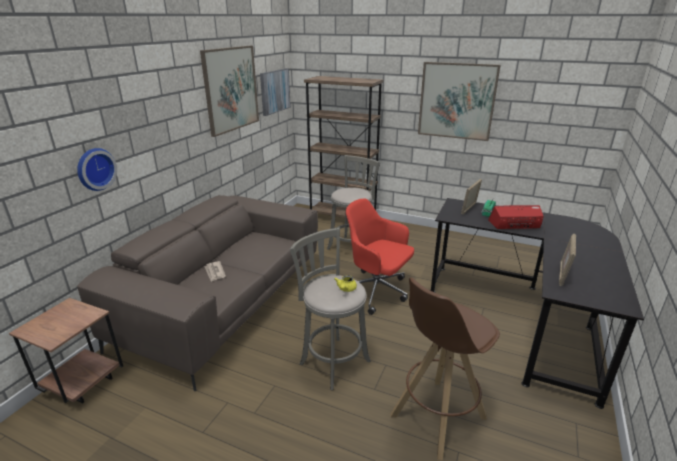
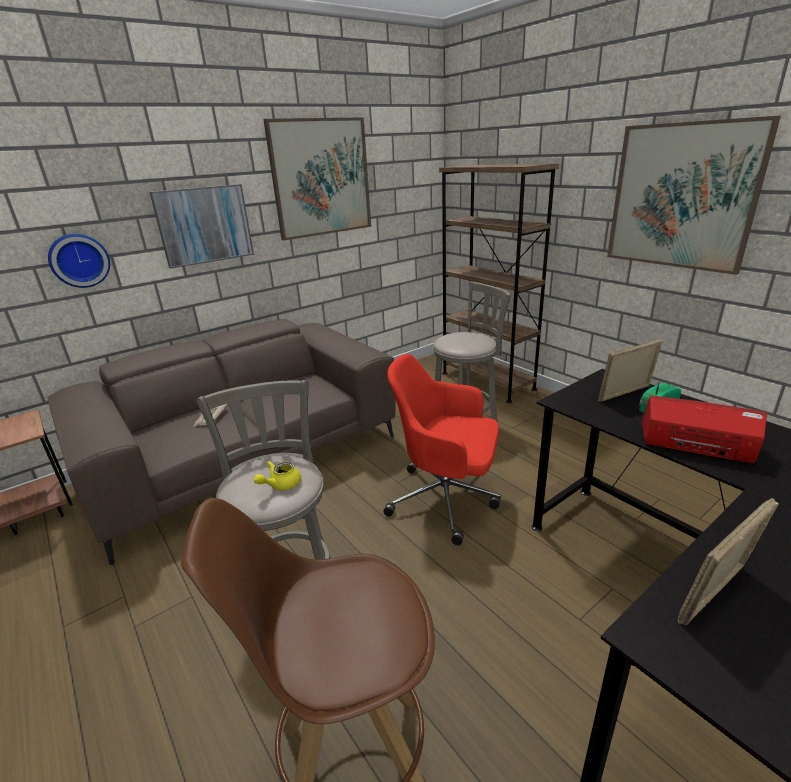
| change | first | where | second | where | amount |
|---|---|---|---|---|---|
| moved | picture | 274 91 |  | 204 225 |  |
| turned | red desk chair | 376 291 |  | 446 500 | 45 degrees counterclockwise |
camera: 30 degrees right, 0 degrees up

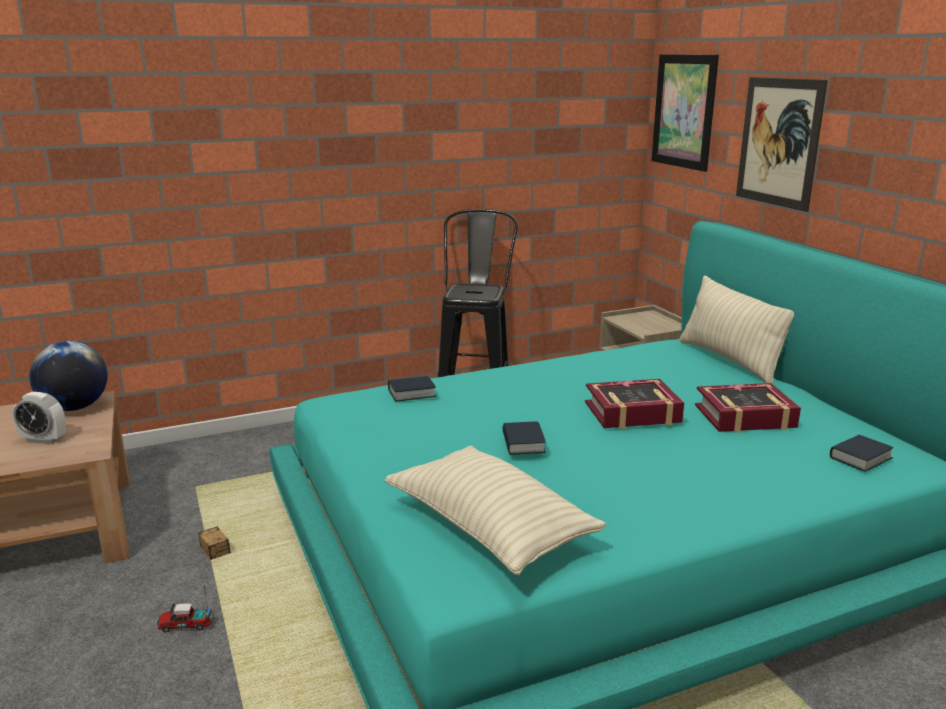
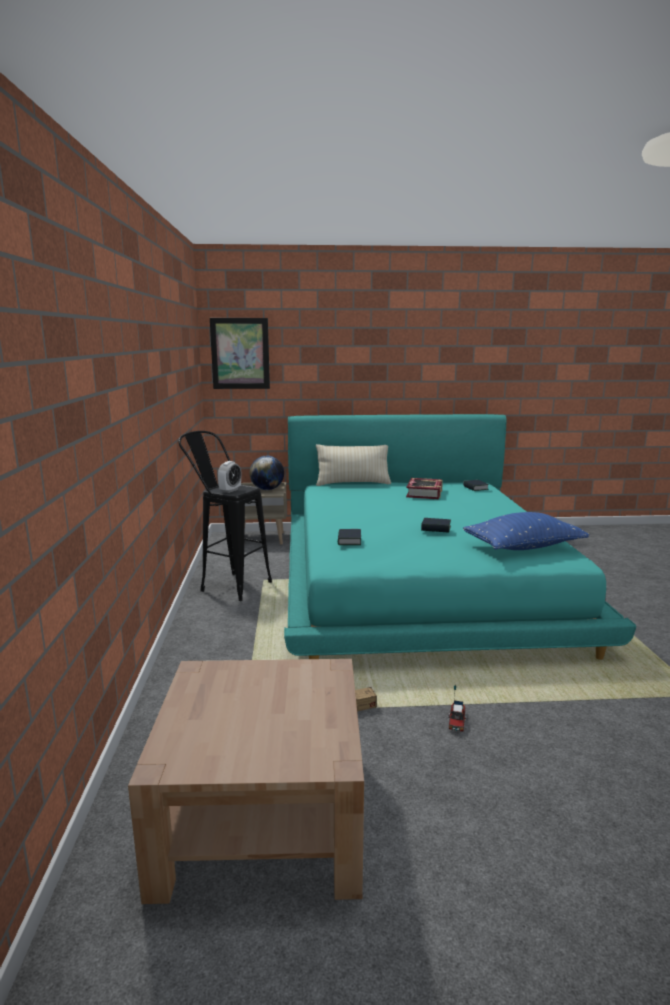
| change | first | where | second | where | amount |
|---|---|---|---|---|---|
| moved | bedside clock | 43 439 |  | 230 490 |  |
| moved | world globe | 75 407 |  | 267 489 |  |
| recoloured | beige pillow | 489 528 | bluish pillow | 523 547 |  |
| removed | book | 632 413 |  |  |  |
| removed | picture | 779 142 |  |  |  |
camera: 70 degrees left, 5 degrees down

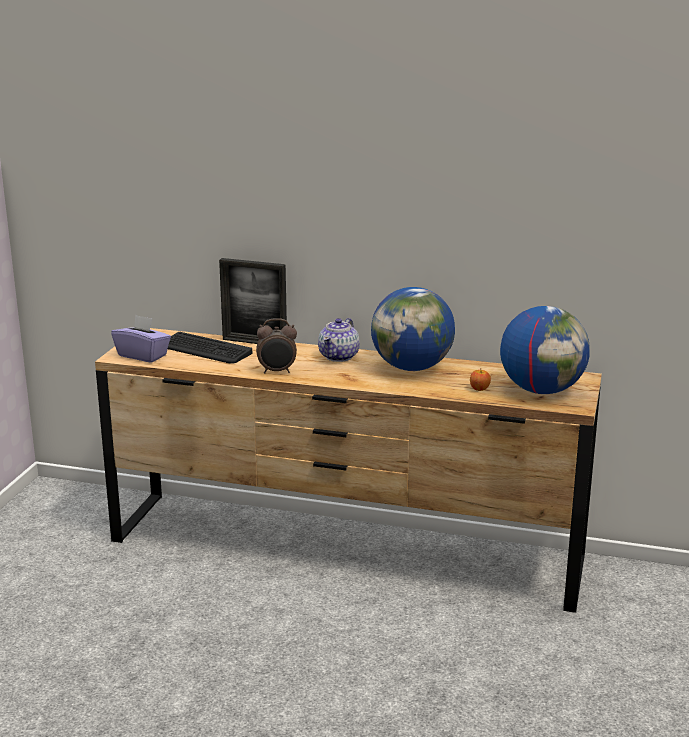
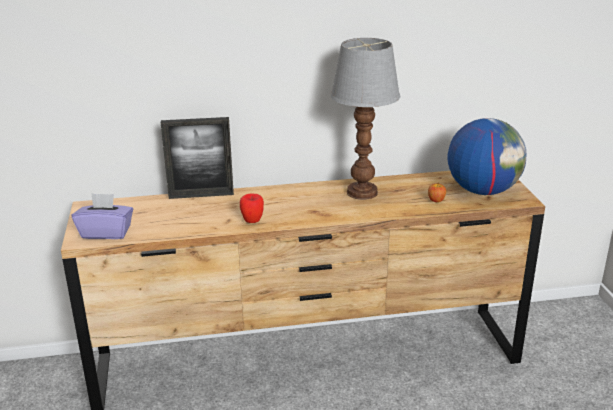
| change | first | where | second | where | amount |
|---|---|---|---|---|---|
| replaced | bedside clock | 277 371 | apple | 252 221 |  |
| replaced | world globe | 412 368 | tabletop lamp | 362 192 |  |
| removed | keyboard | 205 350 |  |  |  |
| removed | pot for tea | 339 356 |  |  |  |
camera: 25 degrees left, 5 degrees up

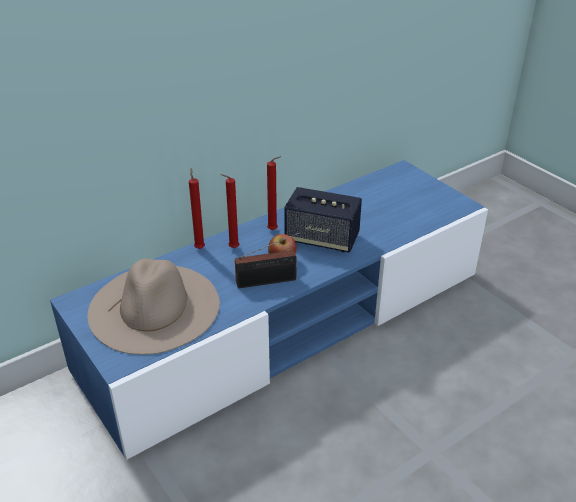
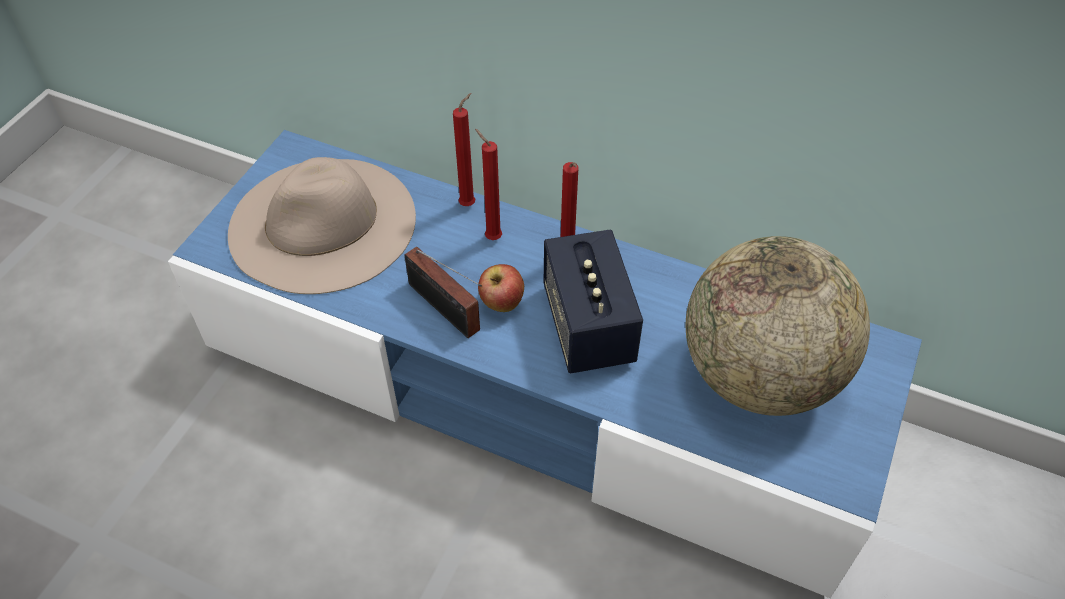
| change | first | where | second | where | amount |
|---|---|---|---|---|---|
| added |  |  | world globe | 759 375 |  |
camera: 60 degrees right, 15 degrees up

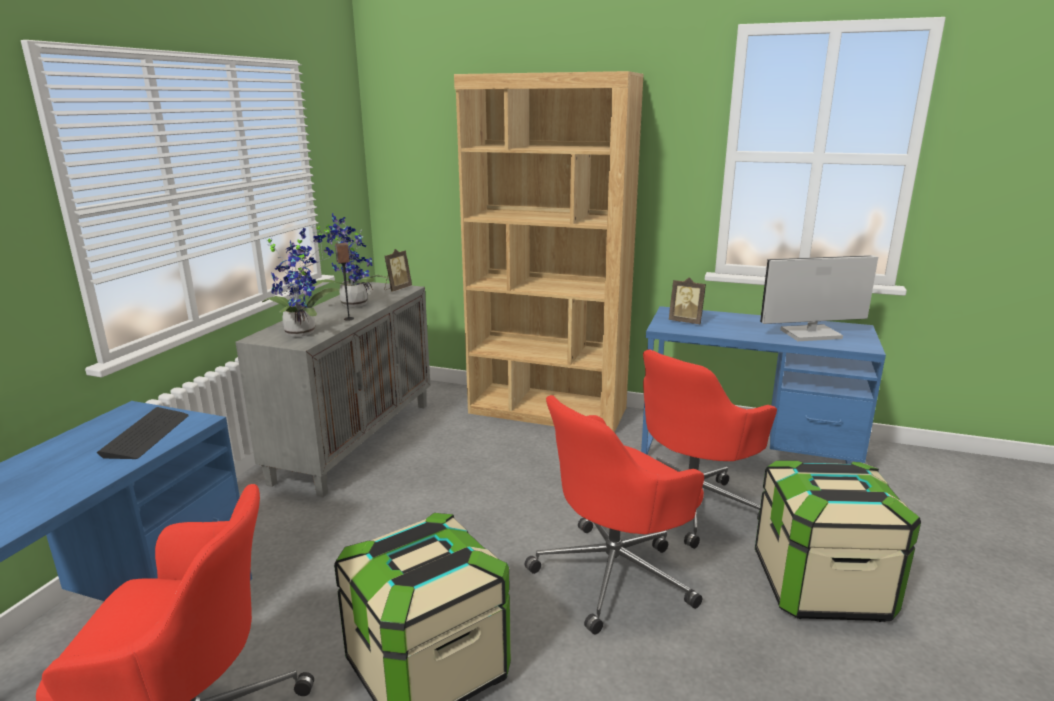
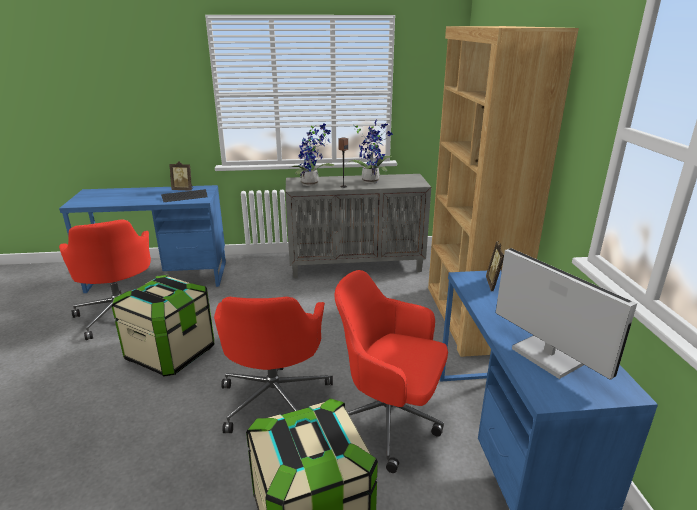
| change | first | where | second | where | amount |
|---|---|---|---|---|---|
| moved | photo frame | 397 289 |  | 183 190 |  |
| turned | red desk chair | 615 574 |  | 275 398 | 120 degrees counterclockwise |
camera: 65 degrees right, 5 degrees up

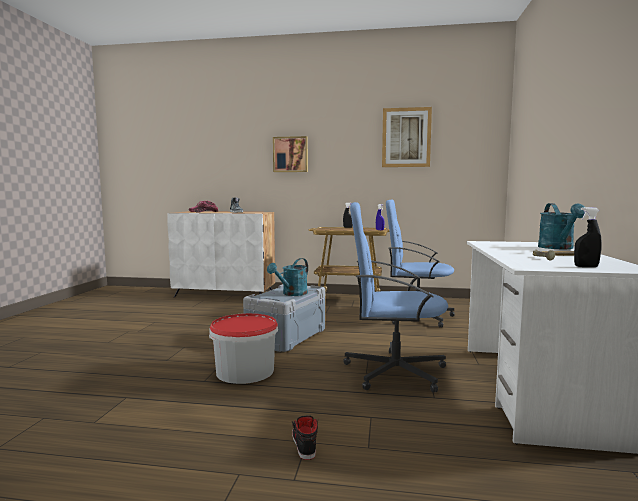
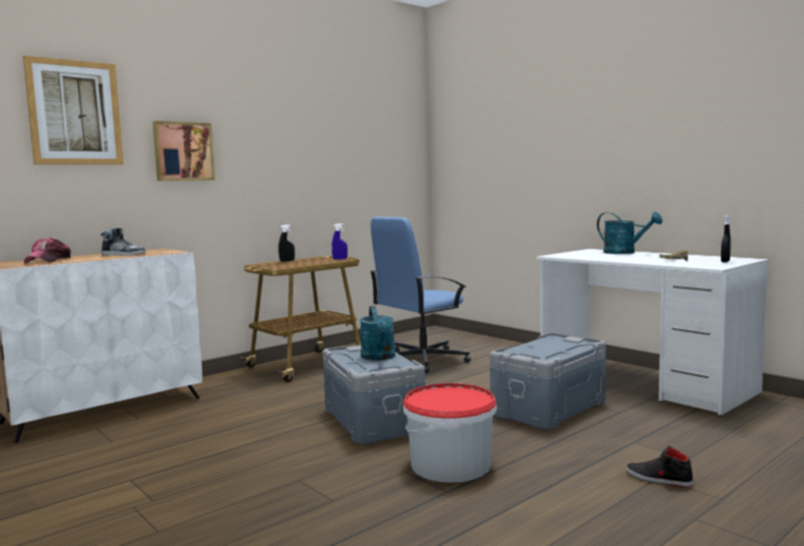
| change | first | where | second | where | amount |
|---|---|---|---|---|---|
| moved | picture | 406 137 |  | 75 113 |  |
| replaced | bluish desk chair | 393 371 | greyish storage box | 548 408 |  |
camera: 50 degrees left, 0 degrees up

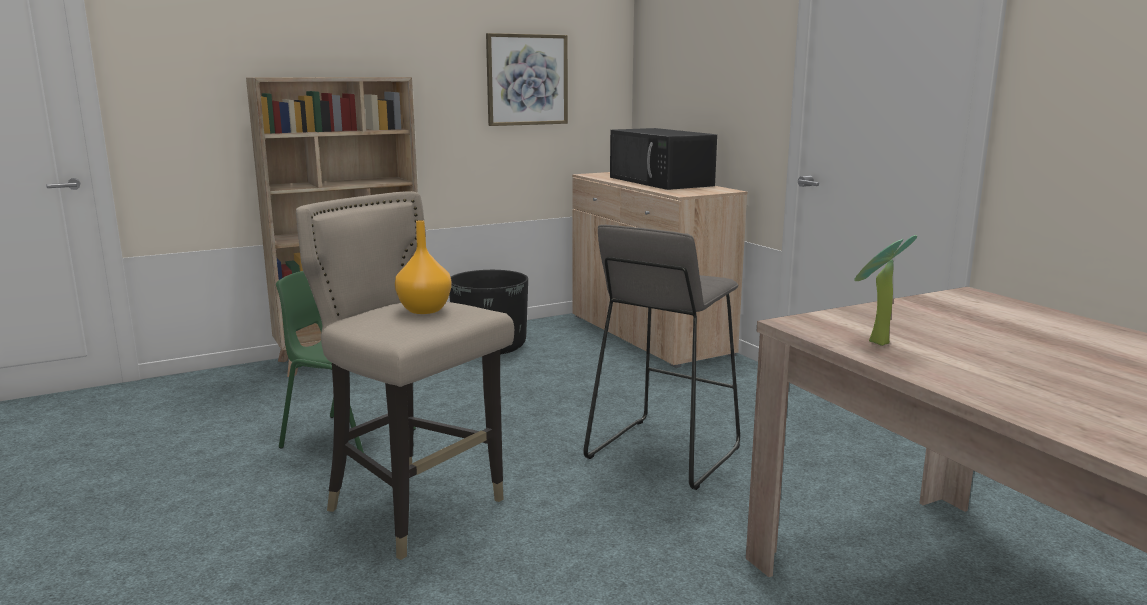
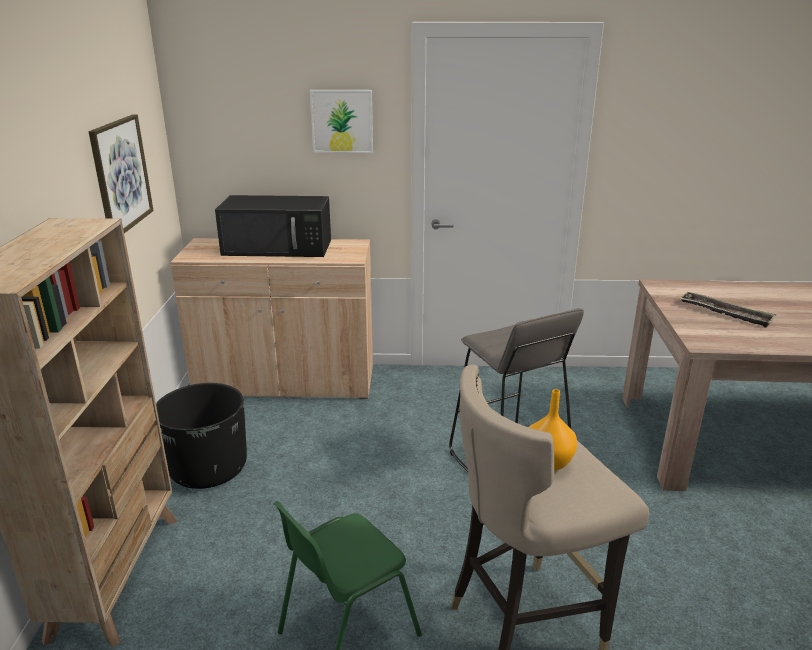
| change | first | where | second | where | amount |
|---|---|---|---|---|---|
| added |  |  | picture | 342 121 |  |
| added |  |  | serving tray | 725 313 |  |
| removed | houseplant | 874 343 |  |  |  |
camera: 60 degrees left, 10 degrees up

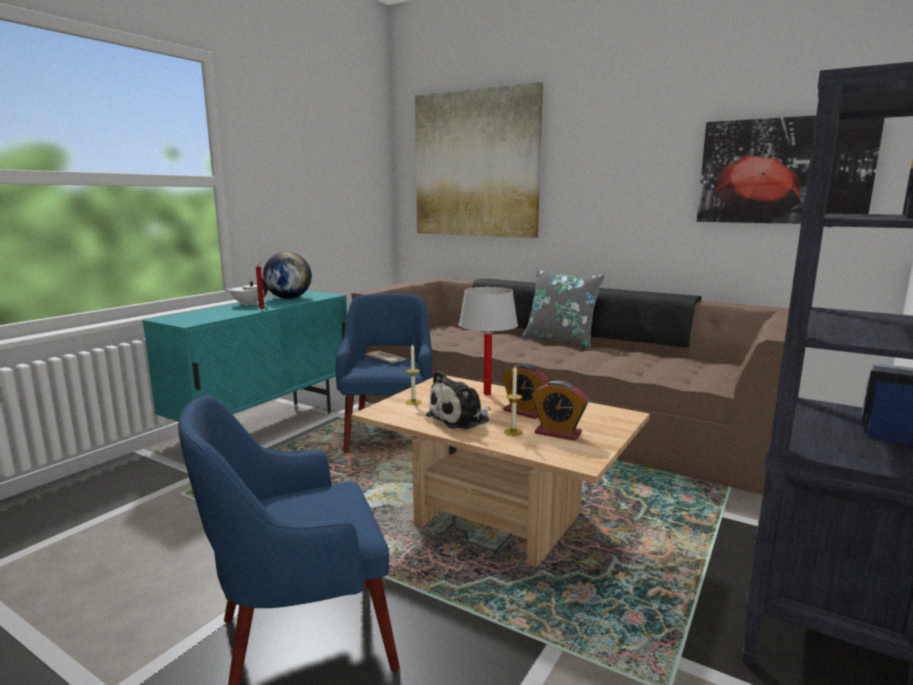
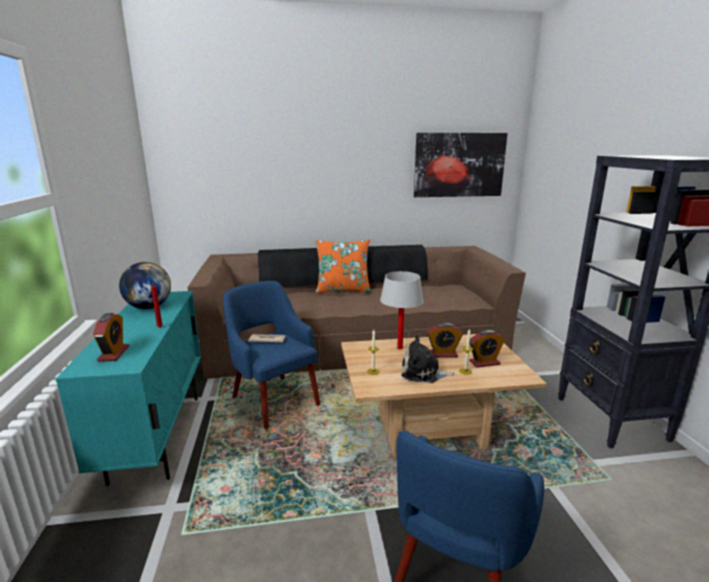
| change | first | where | second | where | amount |
|---|---|---|---|---|---|
| added |  |  | bedside clock | 114 353 |  |
| recoloured | greyish pillow | 560 340 | orangey pillow | 343 289 |  |
| turned | plush toy | 461 418 |  | 423 373 | 90 degrees clockwise |
| removed | white-coloured pot for tea | 248 304 |  |  |  |
| removed | picture | 476 164 |  |  |  |
camera: 40 degrees left, 5 degrees up

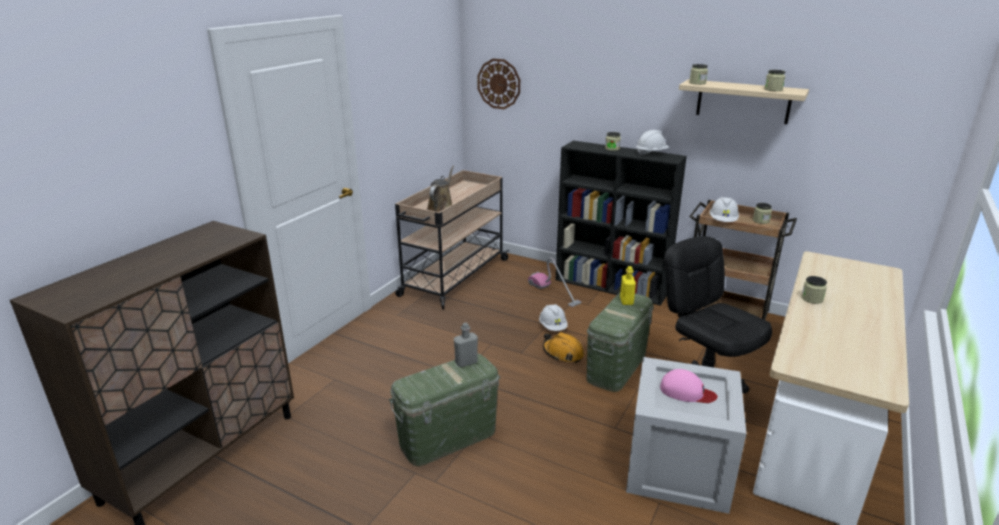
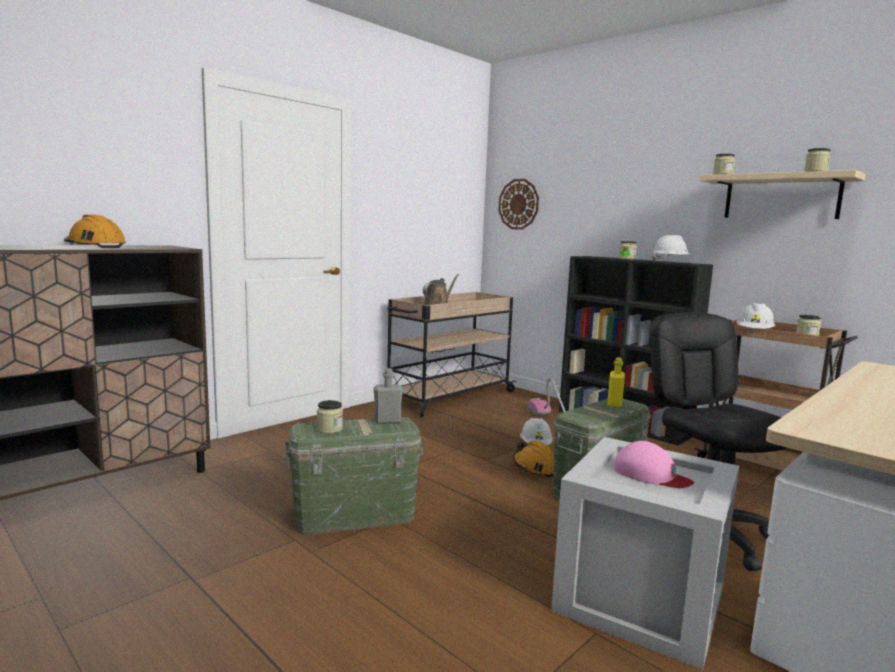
| change | first | where | second | where | amount |
|---|---|---|---|---|---|
| added |  |  | orangey safety helmet | 95 246 |  |
| moved | preserve jar | 812 299 |  | 329 429 |  |
camera: 15 degrees right, 15 degrees down

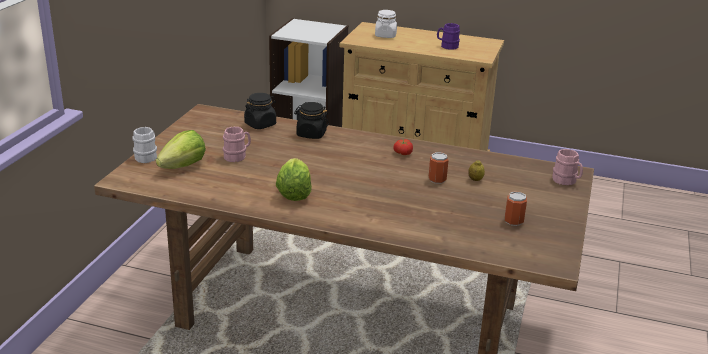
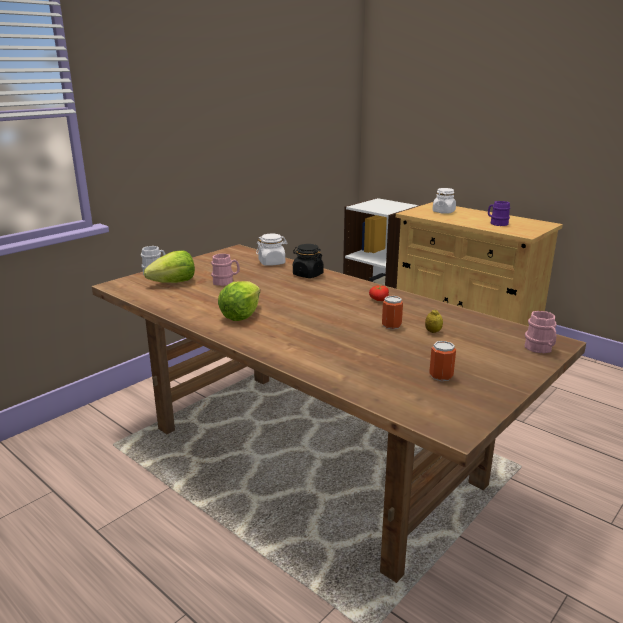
| change | first | where | second | where | amount |
|---|---|---|---|---|---|
| recoloured | blackish preserve jar | 260 124 | white-coloured preserve jar | 272 263 |  |
camera: 25 degrees right, 5 degrees down

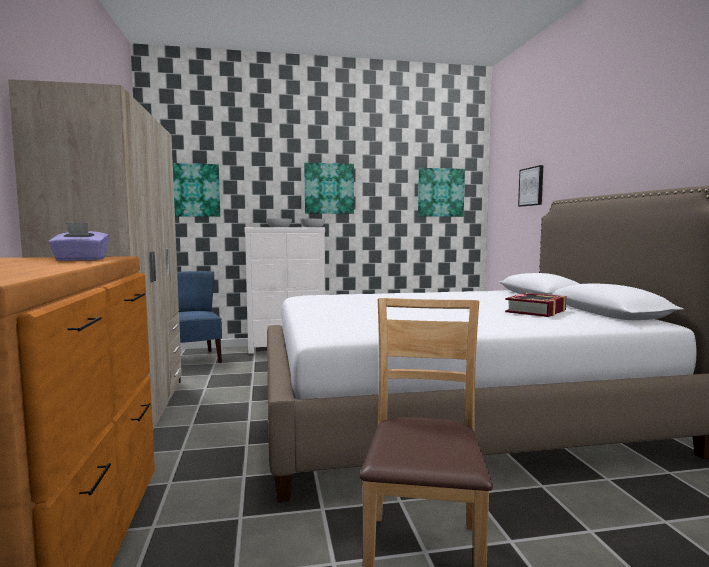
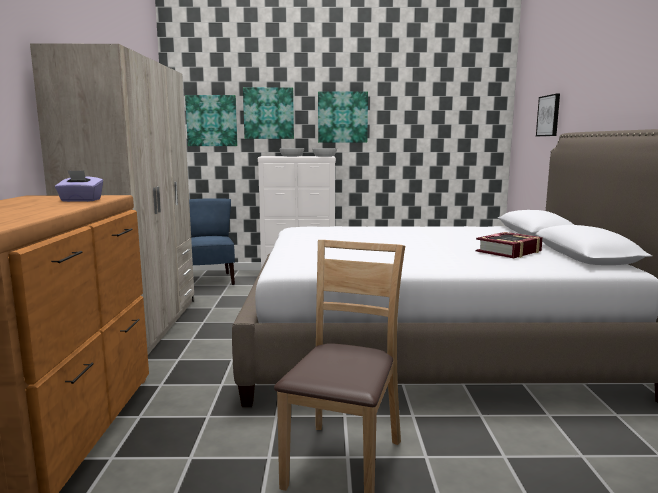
| change | first | where | second | where | amount |
|---|---|---|---|---|---|
| moved | picture | 440 192 |  | 268 113 |  |
camera: 10 degrees right, 5 degrees up

